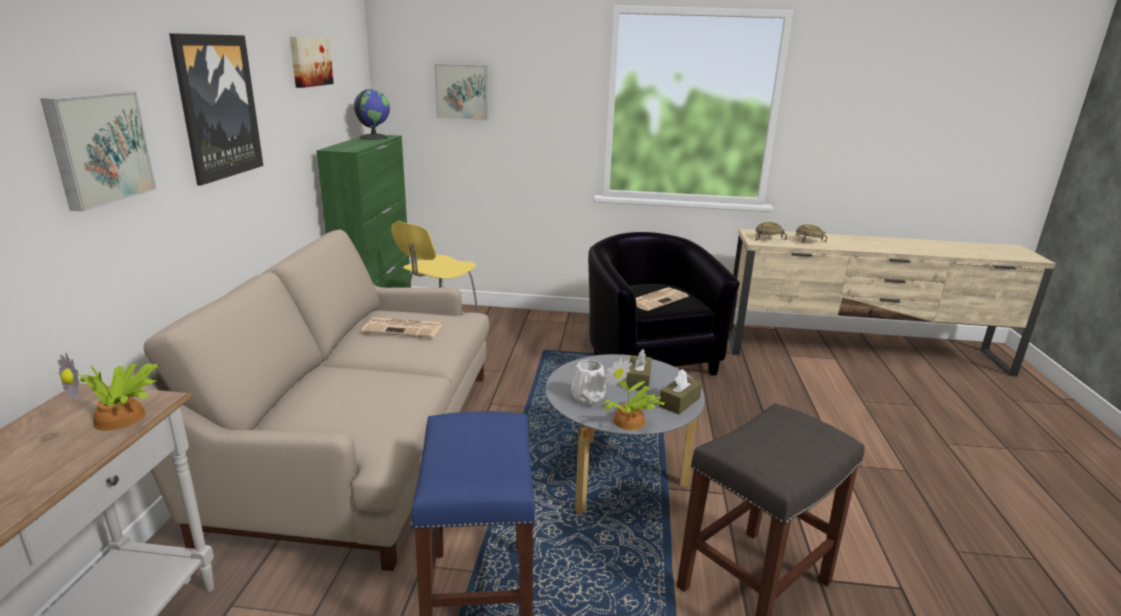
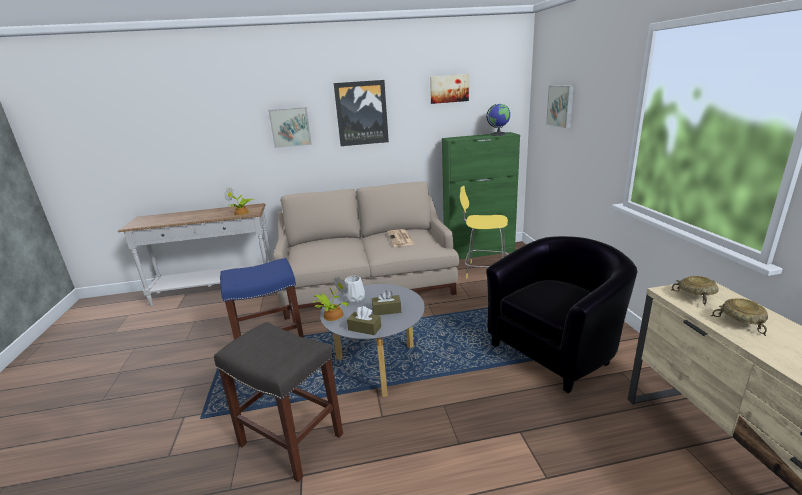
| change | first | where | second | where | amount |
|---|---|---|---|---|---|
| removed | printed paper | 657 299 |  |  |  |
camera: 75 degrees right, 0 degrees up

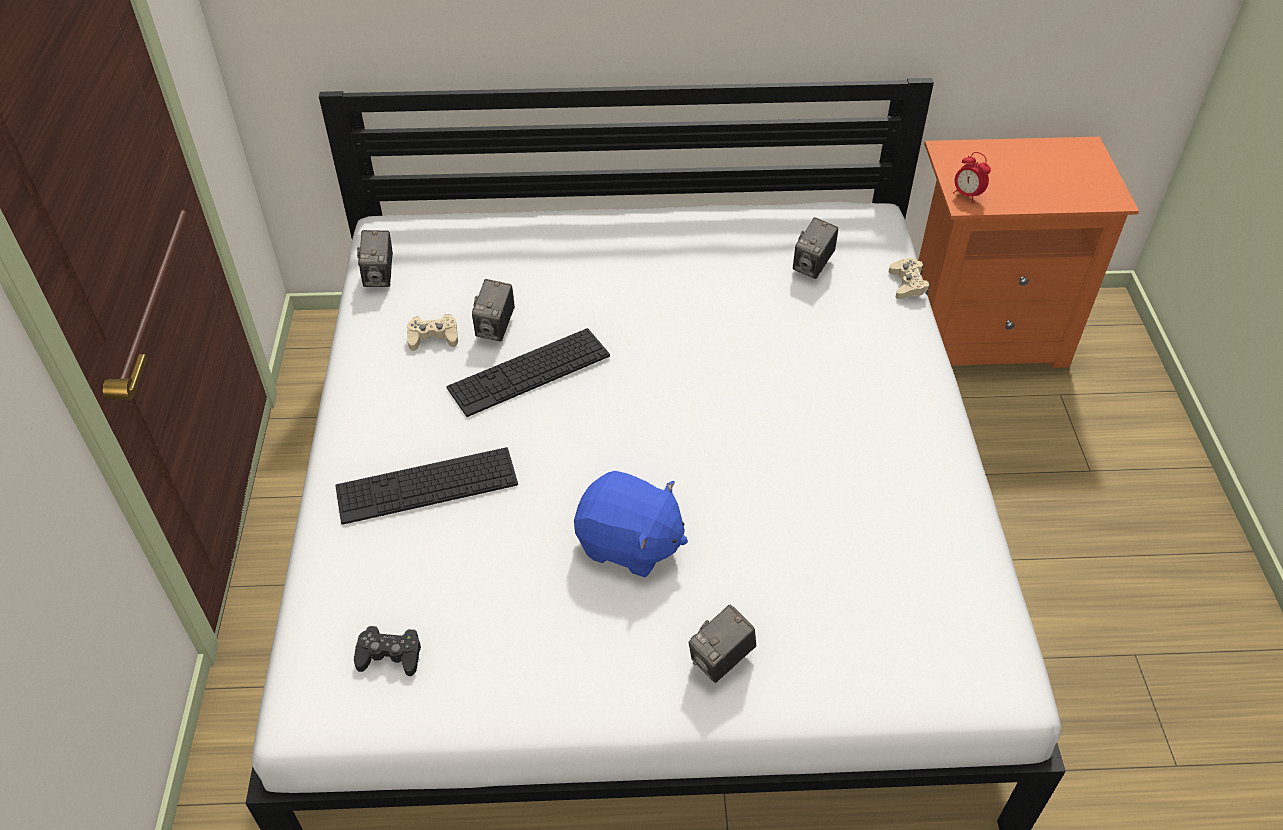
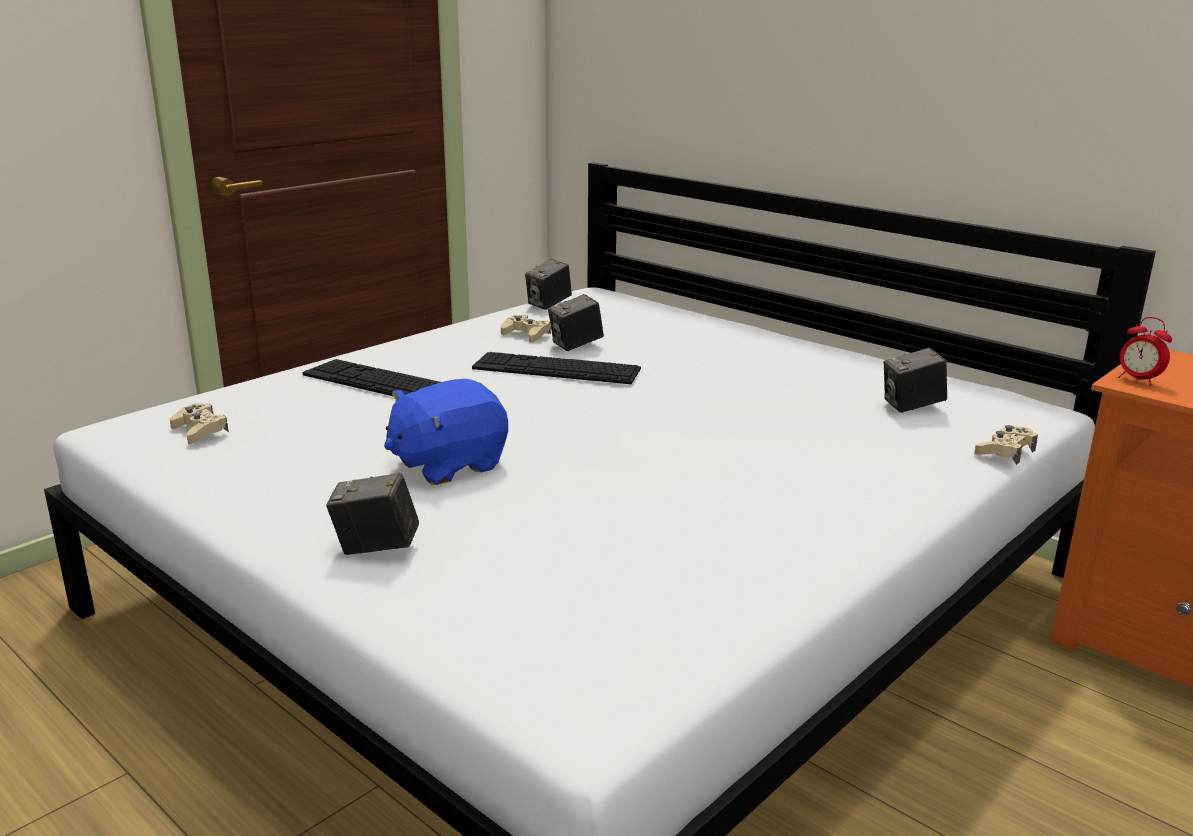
| change | first | where | second | where | amount |
|---|---|---|---|---|---|
| recoloured | blackish gamepad | 390 655 | beige gamepad | 200 431 |  |
| turned | bluish plush toy | 629 544 |  | 448 465 | 75 degrees clockwise |
| turned | bedside clock | 967 195 |  | 1138 380 | 45 degrees counterclockwise |
camera: 45 degrees right, 25 degrees down

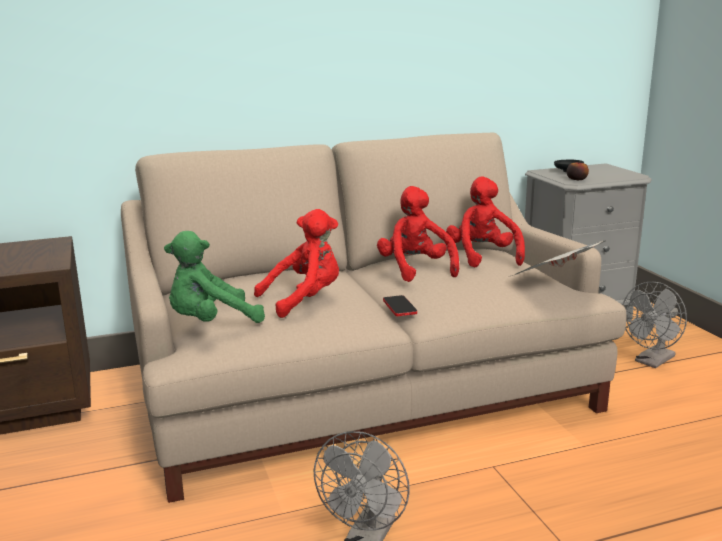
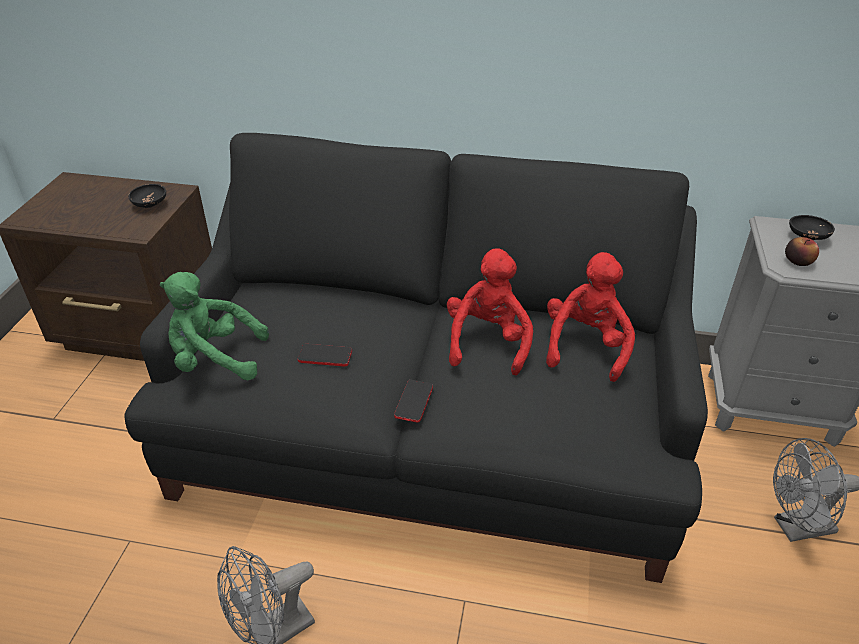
| change | first | where | second | where | amount |
|---|---|---|---|---|---|
| recoloured | beige sofa | 362 389 | blackish sofa | 430 427 |  |
| added |  |  | blackish serving bowl | 150 204 |  |
| replaced | red plush toy | 305 300 | telephone | 325 356 |  |
| removed | printed paper | 554 282 |  |  |  |
camera: 30 degrees right, 20 degrees up

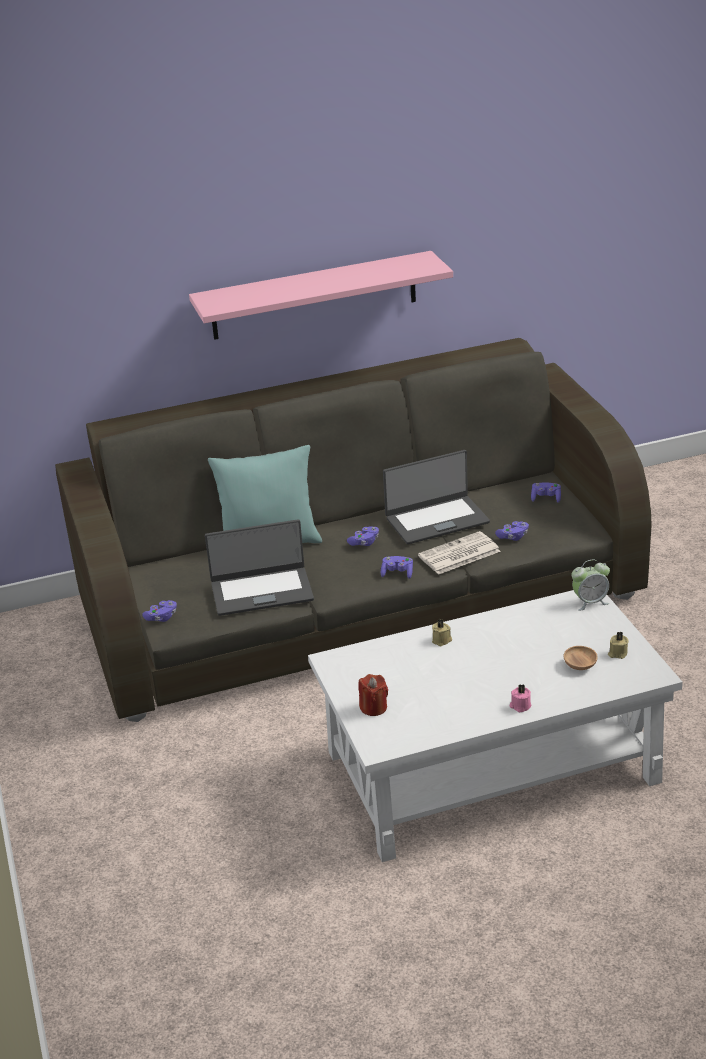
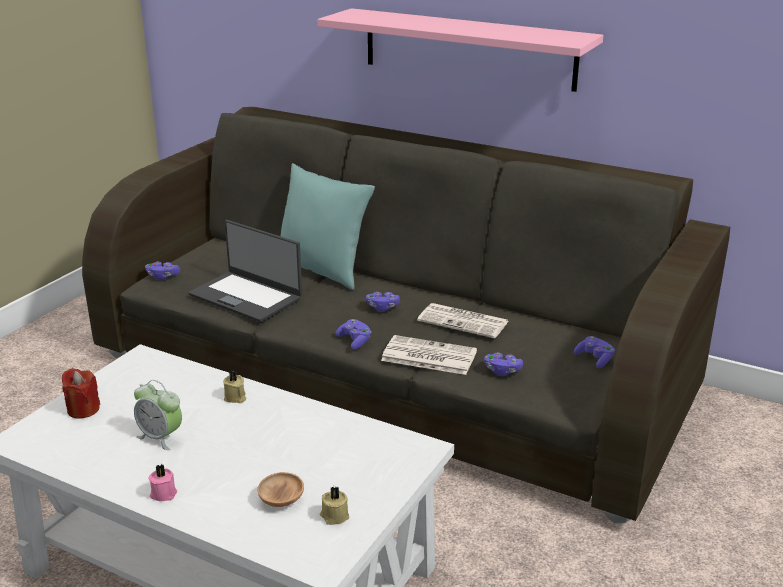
| change | first | where | second | where | amount |
|---|---|---|---|---|---|
| moved | bedside clock | 590 602 |  | 161 437 |  |
| replaced | portable computer | 436 520 | printed paper | 464 321 |  |
camera: 45 degrees right, 5 degrees down

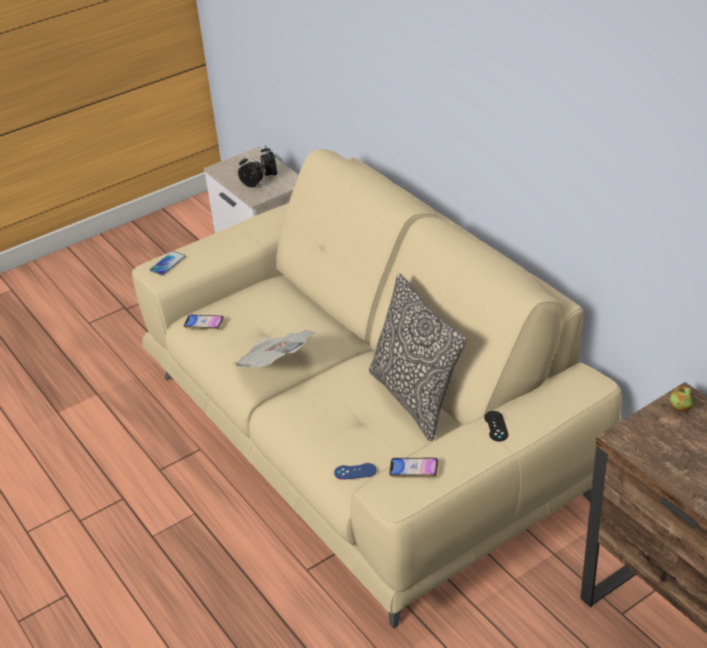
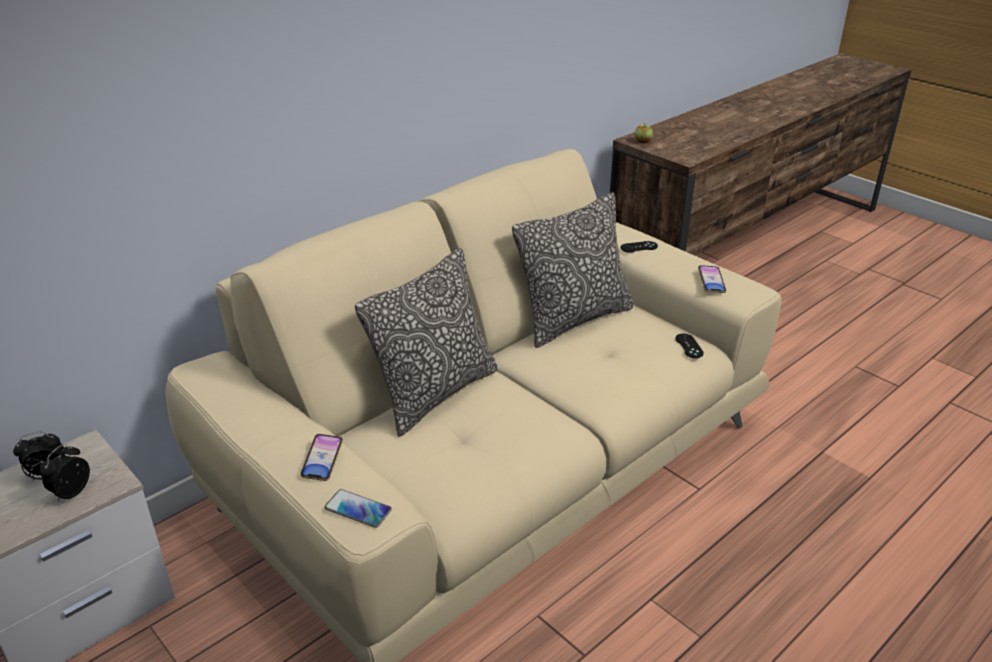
| change | first | where | second | where | amount |
|---|---|---|---|---|---|
| moved | telephone | 204 324 |  | 322 460 |  |
| added |  |  | pillow | 435 394 |  |
| recoloured | bluish gamepad | 355 471 | blackish gamepad | 689 346 |  |
| removed | printed paper | 275 365 |  |  |  |
camera: 100 degrees left, 5 degrees down

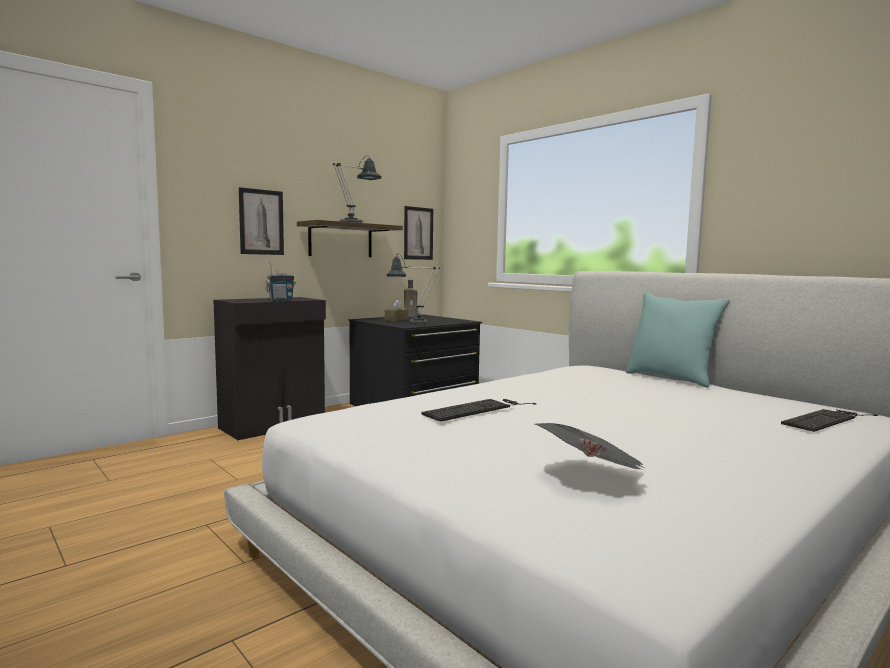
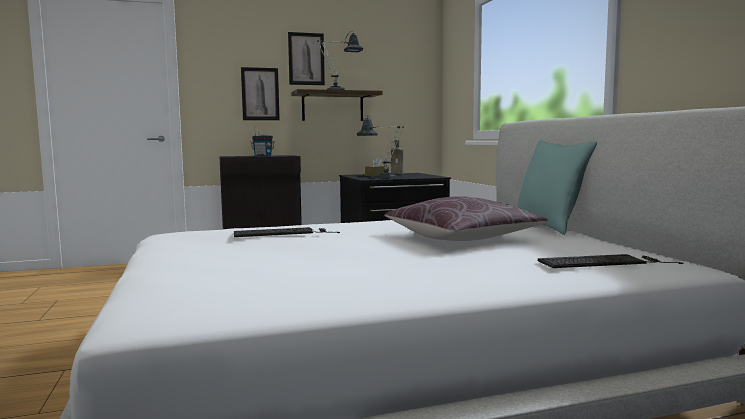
| change | first | where | second | where | amount |
|---|---|---|---|---|---|
| moved | picture | 418 233 |  | 306 59 |  |
| added |  |  | brown pillow | 461 238 |  |
| removed | printed paper | 592 476 |  |  |  |
camera: 25 degrees right, 0 degrees up

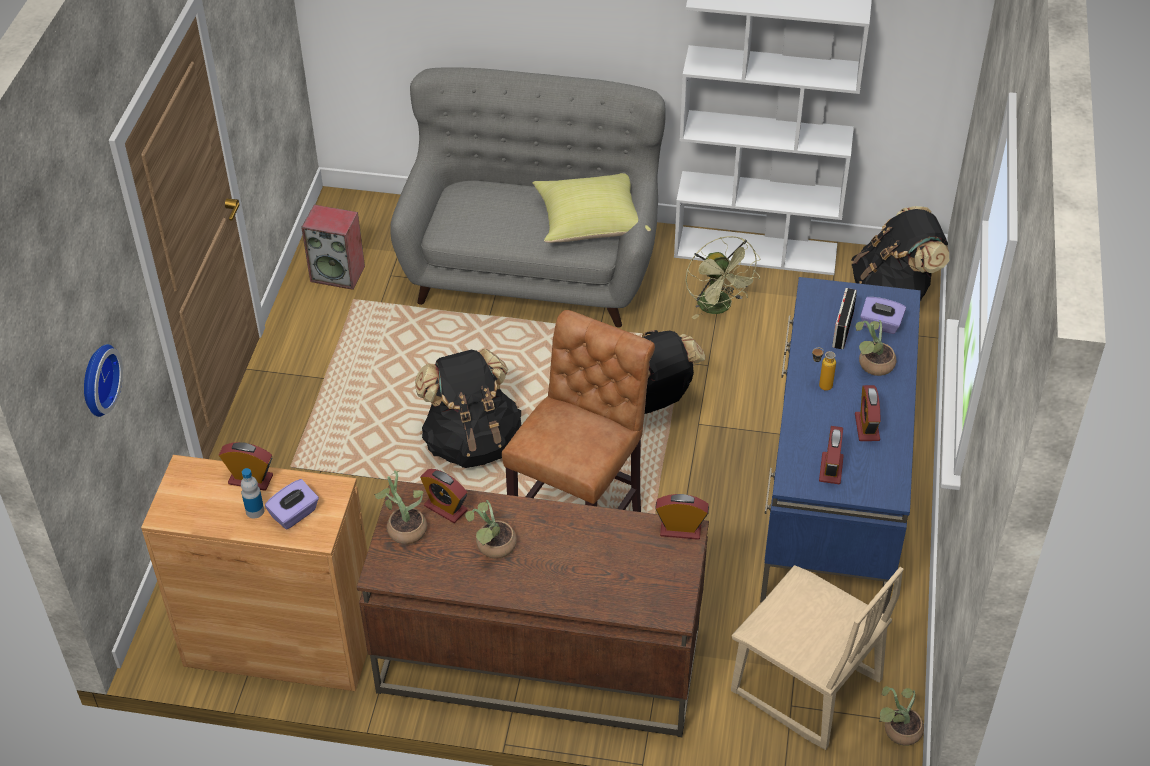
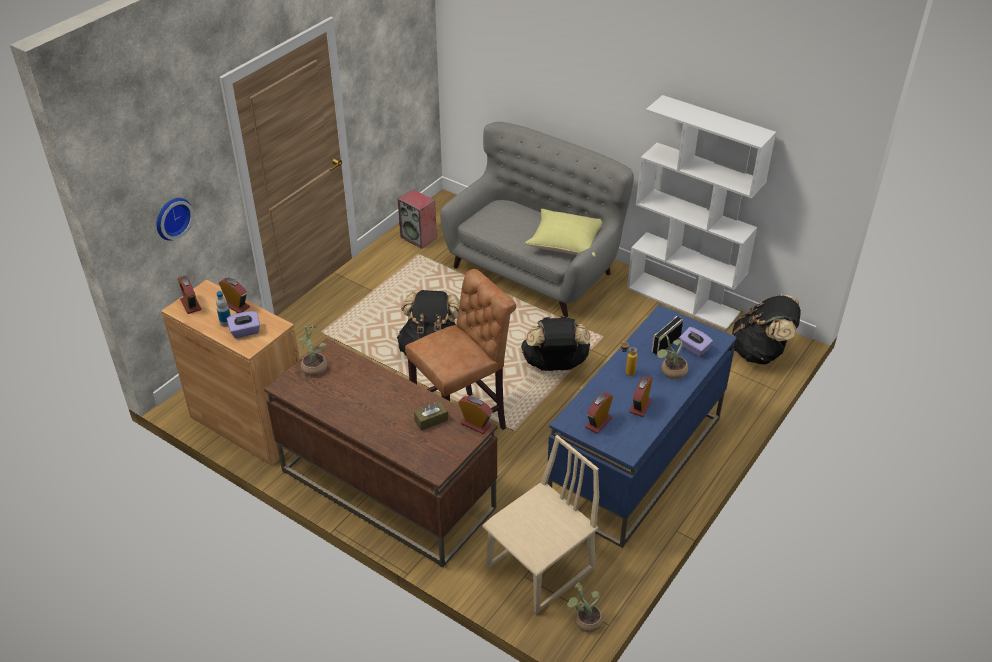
| change | first | where | second | where | amount |
|---|---|---|---|---|---|
| moved | bedside clock | 445 508 |  | 191 305 |  |
| added |  |  | brown box of tissues | 431 420 |  |
| turned | beige plain chair | 805 687 |  | 541 569 | 105 degrees counterclockwise |
| removed | houseplant | 493 548 |  |  |  |
| removed | green fan | 719 308 |  |  |  |
camera: 25 degrees right, 5 degrees down

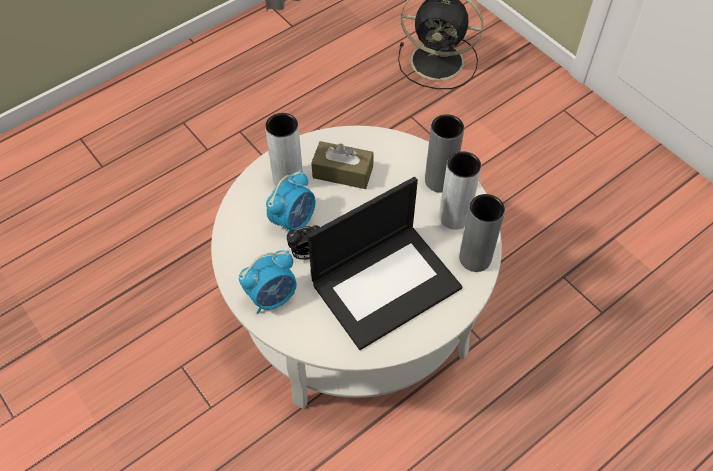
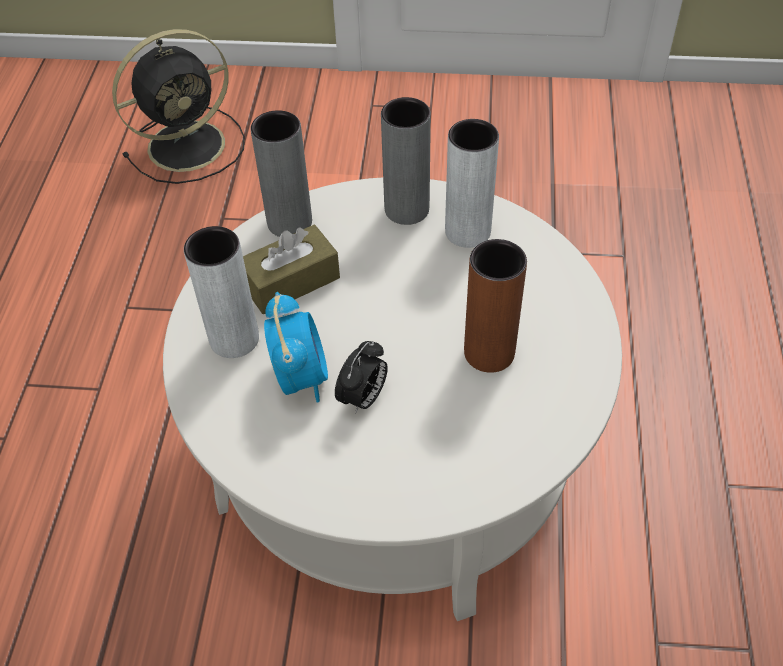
| change | first | where | second | where | amount |
|---|---|---|---|---|---|
| moved | greyish decorative vase | 475 258 |  | 289 222 |  |
| replaced | portable computer | 386 284 | brown decorative vase | 489 352 |  |
| removed | bedside clock | 272 296 |  |  |  |
camera: 45 degrees left, 5 degrees down

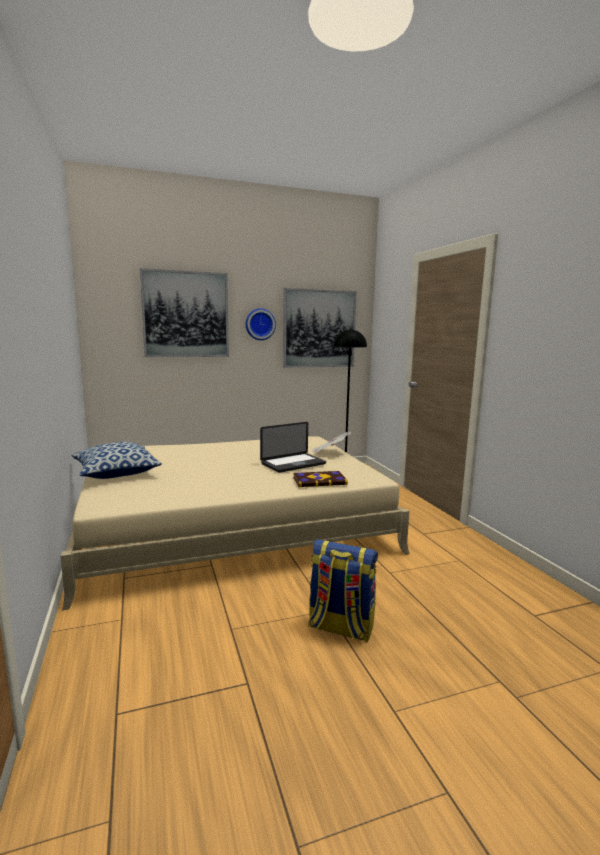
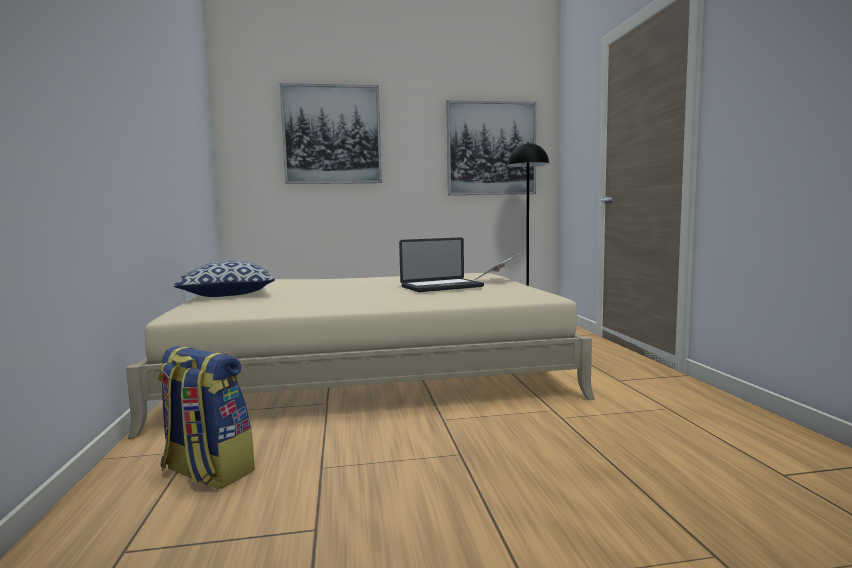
| change | first | where | second | where | amount |
|---|---|---|---|---|---|
| moved | backpack | 340 627 |  | 206 472 |  |
| removed | wall clock | 260 324 |  |  |  |
| removed | book | 319 480 |  |  |  |
camera: 10 degrees right, 5 degrees down

